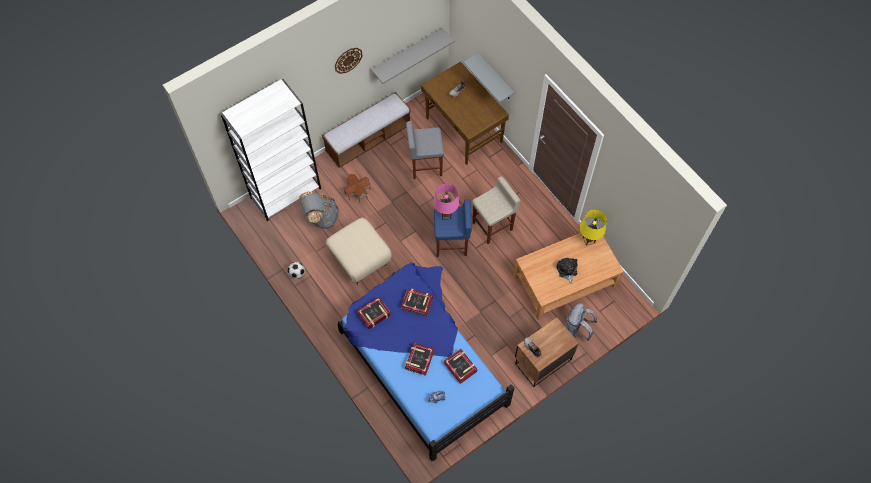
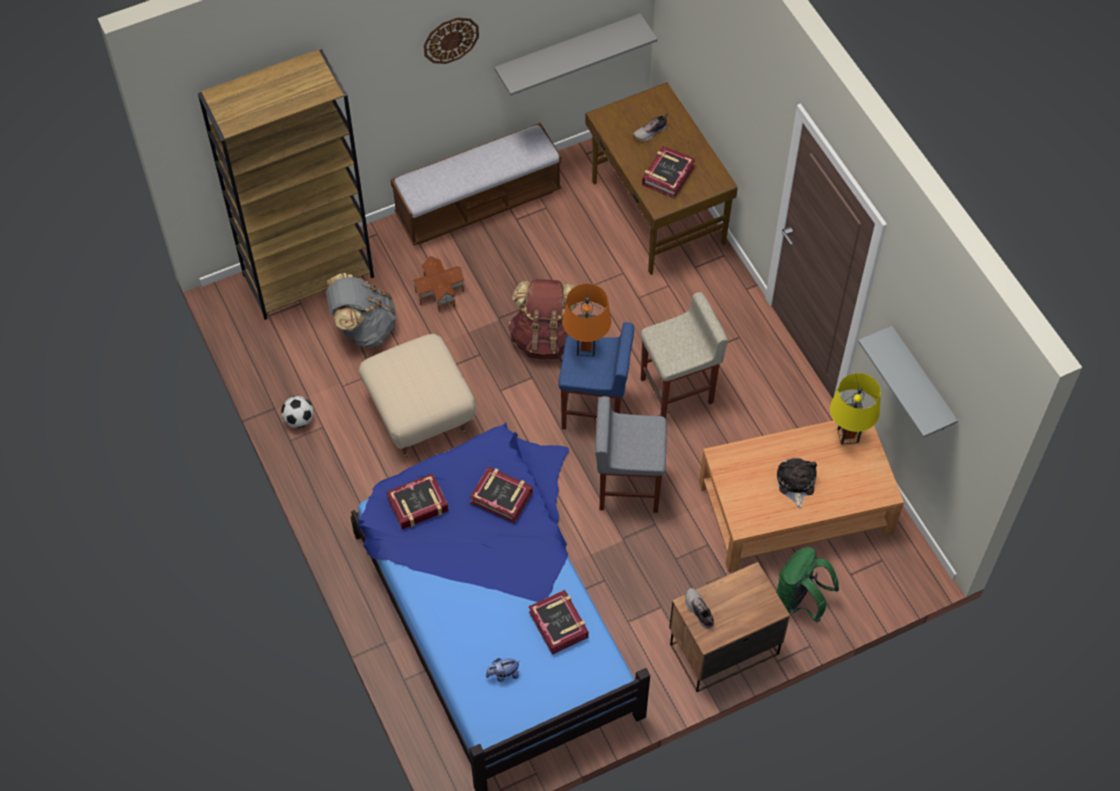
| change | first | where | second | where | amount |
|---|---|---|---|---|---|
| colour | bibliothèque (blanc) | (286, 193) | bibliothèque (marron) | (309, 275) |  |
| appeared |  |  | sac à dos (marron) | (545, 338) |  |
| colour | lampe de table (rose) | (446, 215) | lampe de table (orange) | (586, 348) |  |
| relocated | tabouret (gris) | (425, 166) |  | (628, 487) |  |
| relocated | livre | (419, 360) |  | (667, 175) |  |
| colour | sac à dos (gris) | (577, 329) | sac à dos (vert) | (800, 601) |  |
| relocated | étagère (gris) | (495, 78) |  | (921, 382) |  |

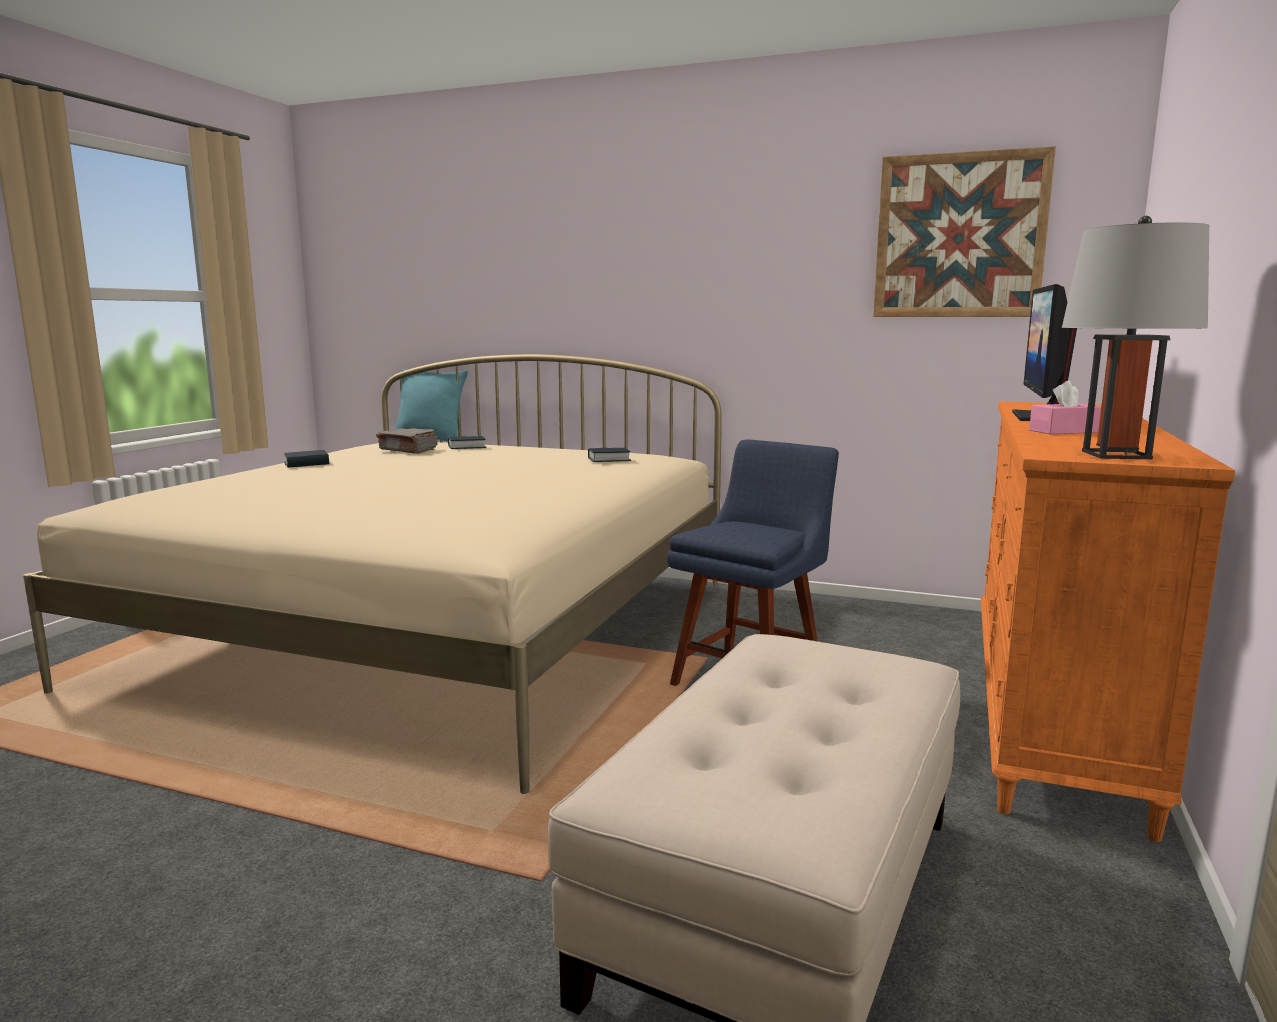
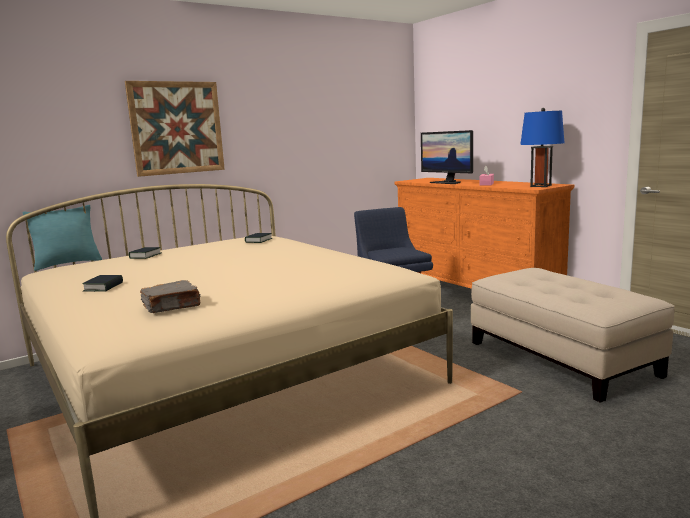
| change | first | where | second | where | amount |
|---|---|---|---|---|---|
| relocated | tableau | (959, 236) |  | (177, 128) |  |
| relocated | livre (gris) | (408, 450) |  | (172, 307) |  |
| colour | lampe de table (gris) | (1116, 455) | lampe de table (bleu) | (540, 186) |  |

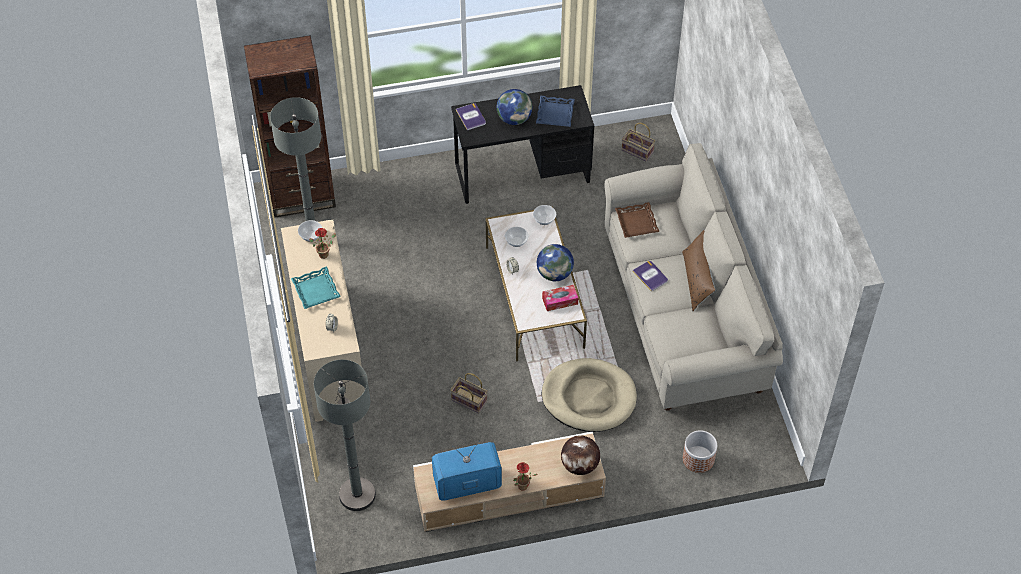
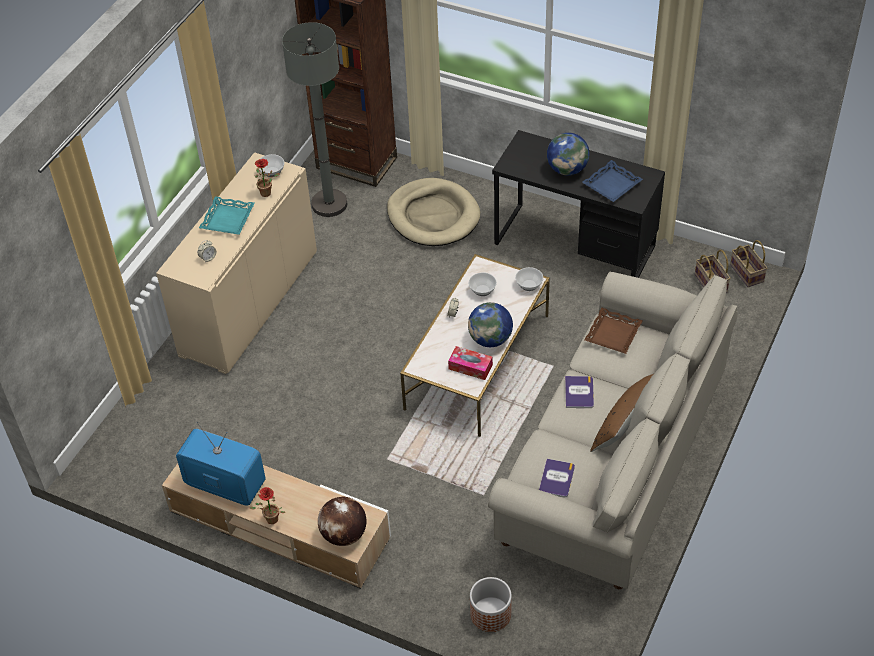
| change | first | where | second | where | amount |
|---|---|---|---|---|---|
| relocated | panier pour chien (beige) | (589, 397) |  | (433, 216) |  |
| relocated | livre | (471, 117) |  | (556, 478) |  |
| relocated | panier | (468, 400) |  | (745, 273) |  |
| missing | lampadaire (gris) | (357, 495) |  |  |  |

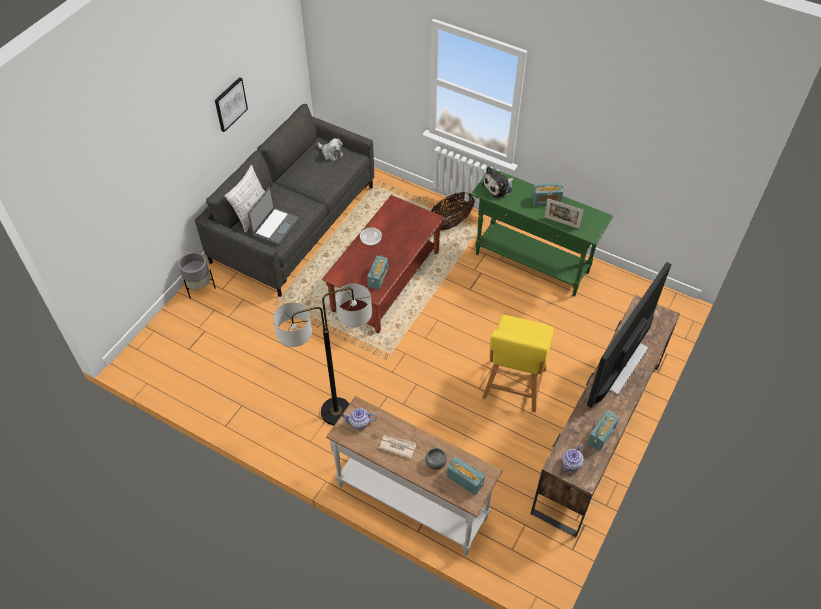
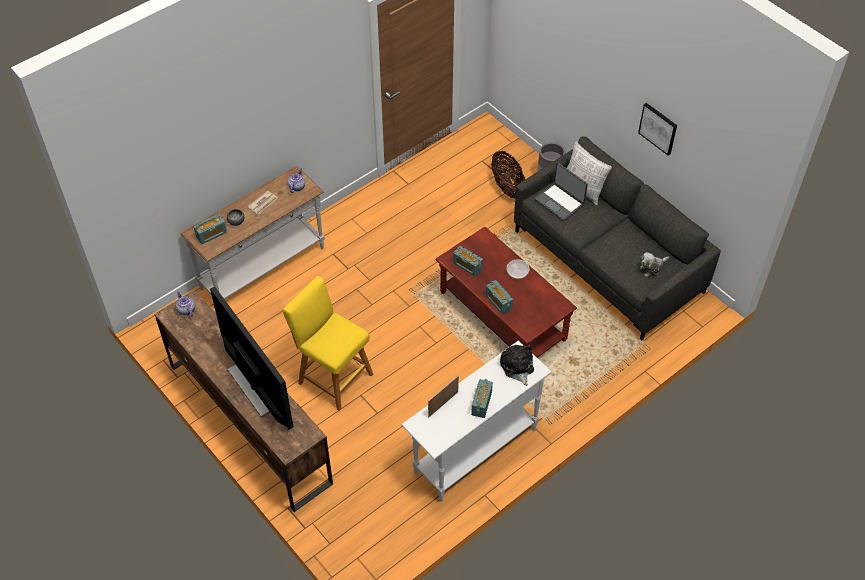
| change | first | where | second | where | amount |
|---|---|---|---|---|---|
| colour | table console (vert) | (532, 264) | table console (blanc) | (474, 451) |  |
| relocated | radio | (601, 435) |  | (498, 302) |  |
| relocated | panier | (450, 223) |  | (507, 186) |  |
| missing | lampadaire | (336, 412) |  |  |  |

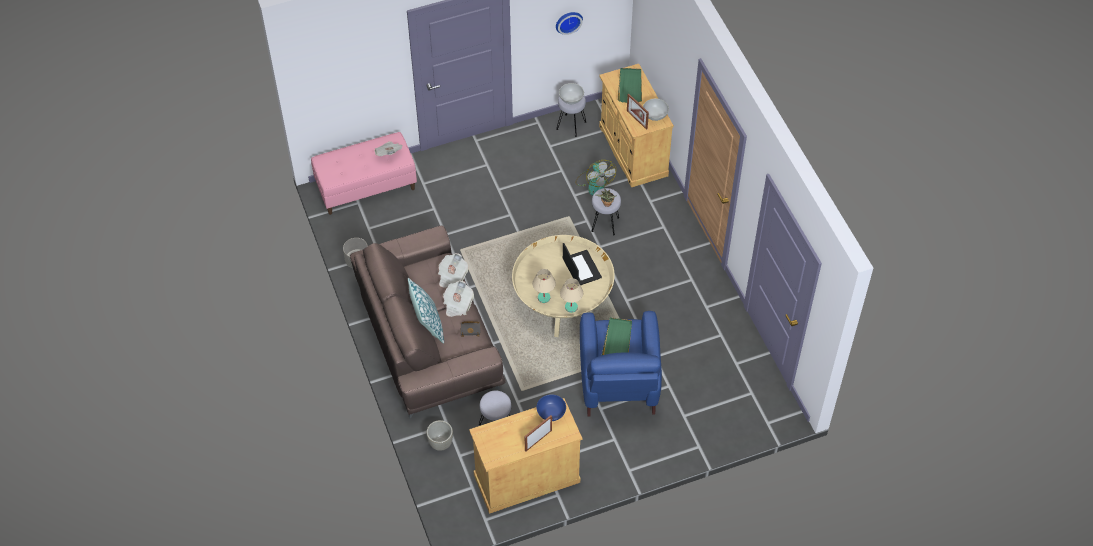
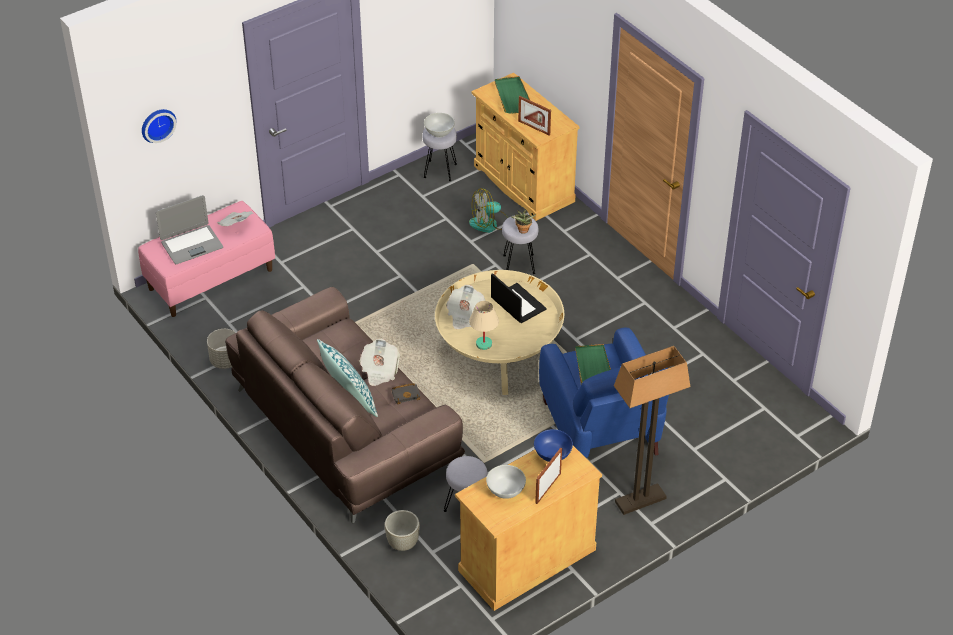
| change | first | where | second | where | amount |
|---|---|---|---|---|---|
| relocated | horloge murale | (568, 21) |  | (157, 124) |  |
| appeared |  |  | ordinateur portable | (191, 245) |  |
| relocated | journal | (452, 276) |  | (465, 316) |  |
| spun | ventilateur | (594, 182) |  | (490, 223) | 105 degrees clockwise |
| relocated | bol (blanc) | (655, 116) |  | (506, 491) |  |
| appeared |  |  | lampadaire | (640, 500) |  |
| missing | lampe de table (beige) | (571, 307) |  |  |  |

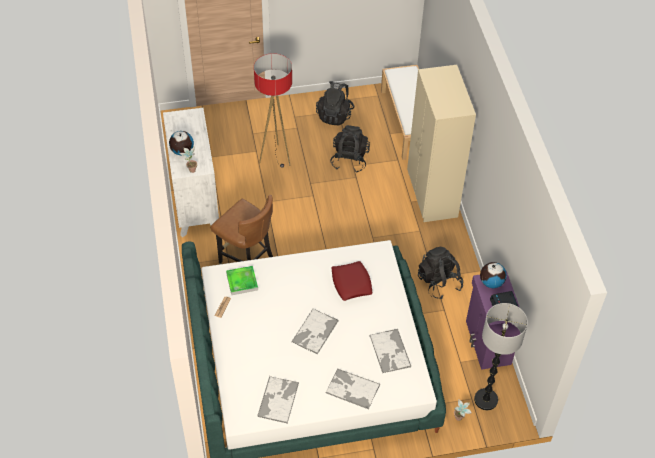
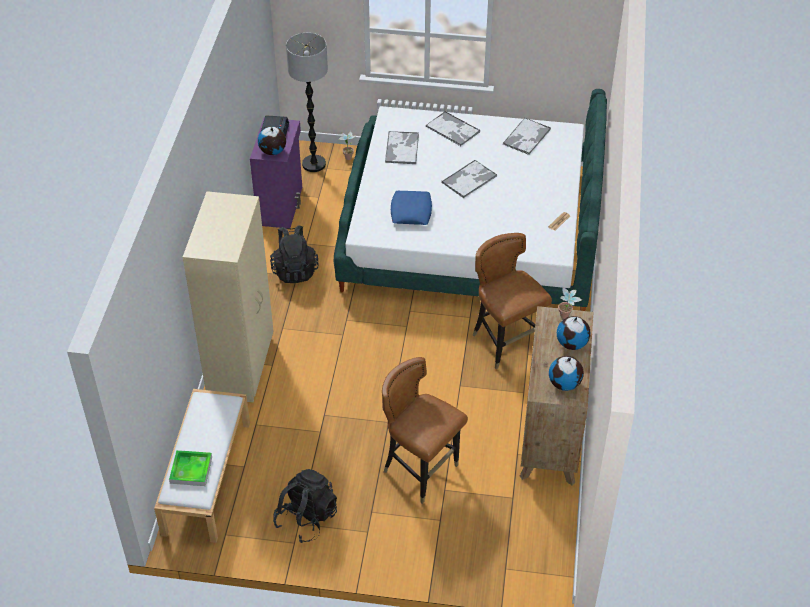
| change | first | where | second | where | amount |
|---|---|---|---|---|---|
| relocated | plateau | (242, 282) |  | (191, 470) |  |
| exchanged | lampadaire | (275, 158) | chaise (marron) | (421, 471) |  |
| colour | coussin (rouge) | (351, 283) | coussin (bleu) | (411, 212) |  |
| colour | commode (blanc) | (195, 202) | commode (marron) | (551, 435) |  |
| appeared |  |  | globe | (565, 384) |  |
| missing | sac à dos (noir) | (349, 159) |  |  |  |

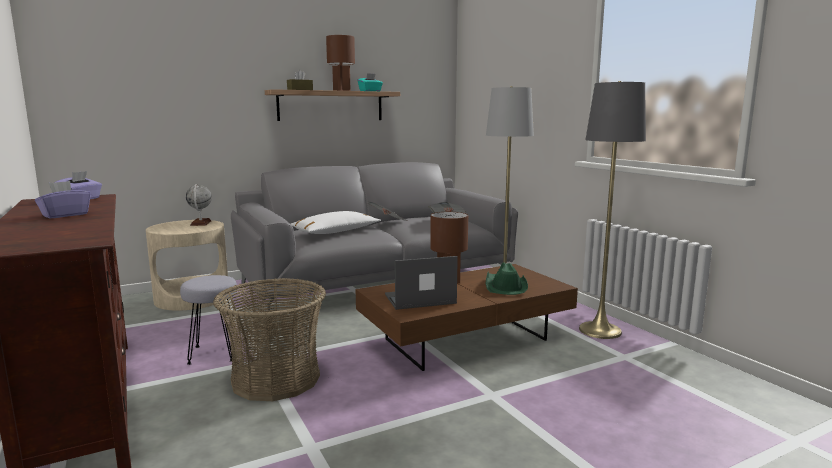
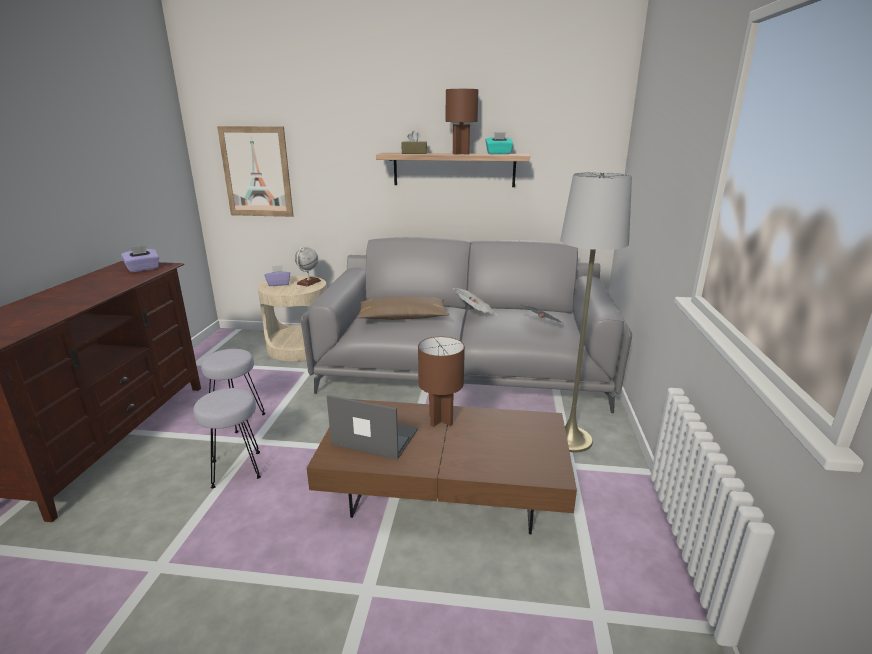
| change | first | where | second | where | amount |
|---|---|---|---|---|---|
| exchanged | panier | (275, 379) | tabouret (gris) | (236, 468) |  |
| appeared |  |  | tableau | (256, 172) |  |
| relocated | boîte à mouchoirs (violet) | (65, 215) |  | (279, 284) |  |
| colour | coussin (blanc) | (335, 232) | coussin (marron) | (402, 318) |  |
| missing | chapeau (vert) | (505, 286) |  |  |  |
| missing | lampadaire (gris) | (600, 330) |  |  |  |

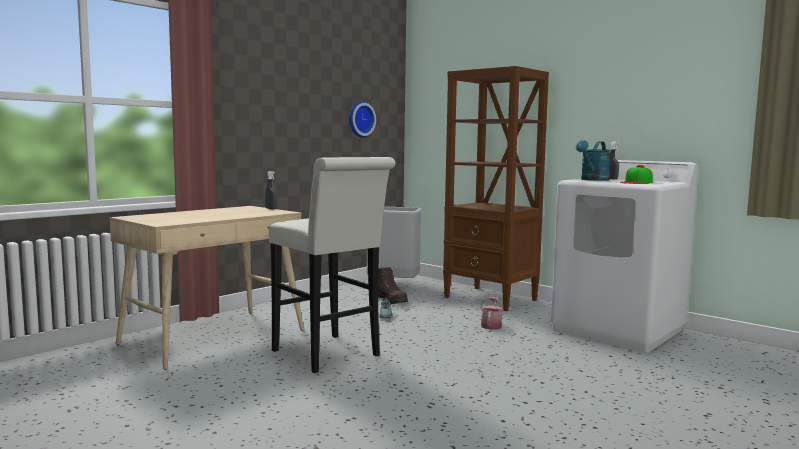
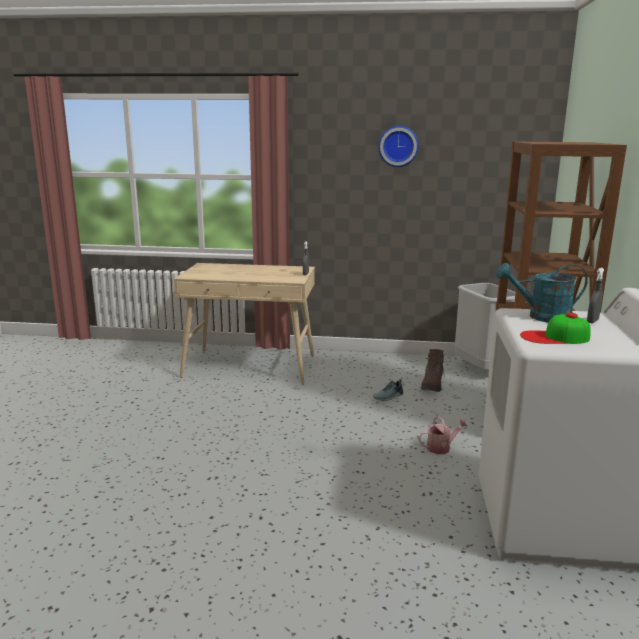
| change | first | where | second | where | amount |
|---|---|---|---|---|---|
| relocated | horloge murale | (360, 119) |  | (398, 146) |  |
| missing | tabouret (blanc) | (330, 355) |  |  |  |

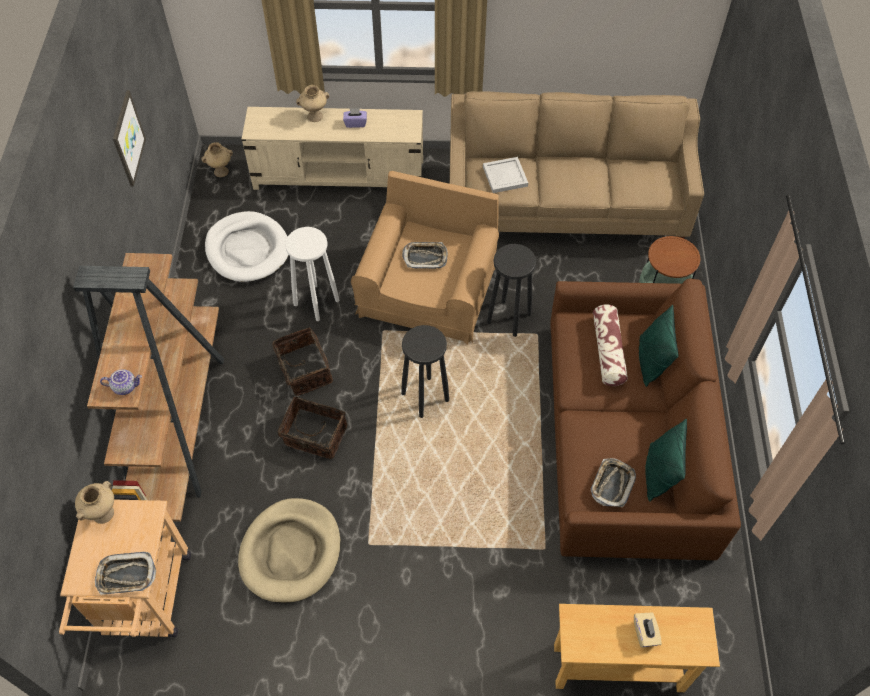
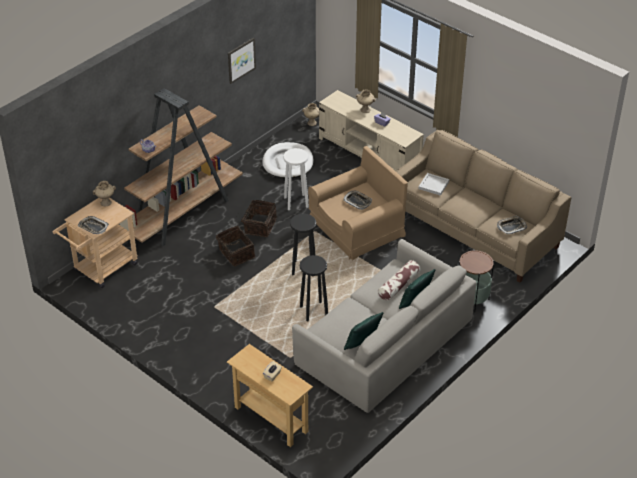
| change | first | where | second | where | amount |
|---|---|---|---|---|---|
| colour | canapé (marron) | (627, 437) | canapé (gris) | (384, 342) |  |
| relocated | tabouret (noir) | (508, 318) |  | (313, 311) |  |
| relocated | plateau | (612, 484) |  | (511, 227) |  |
| missing | panier pour chien (beige) | (291, 552) |  |  |  |

